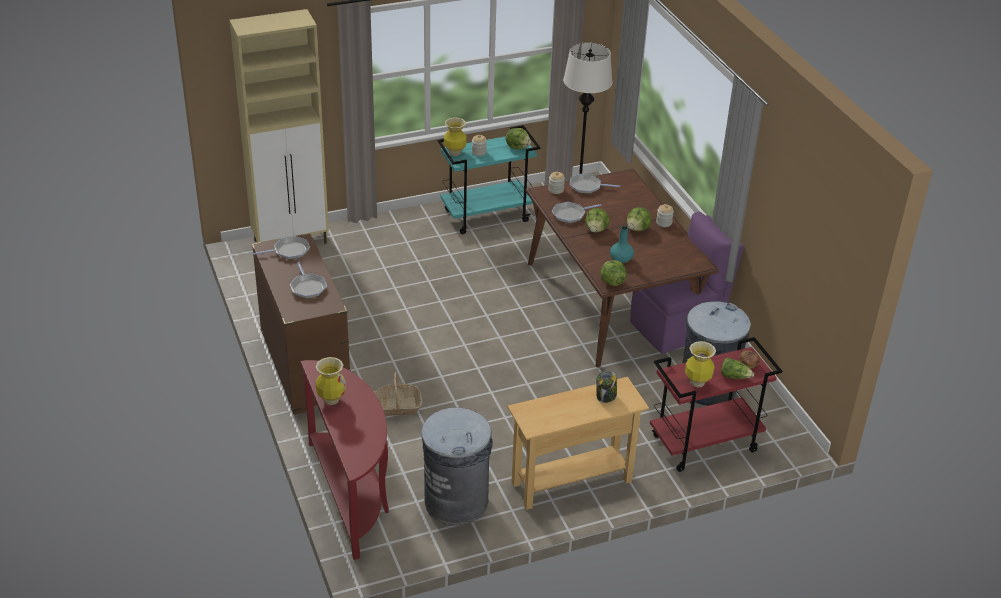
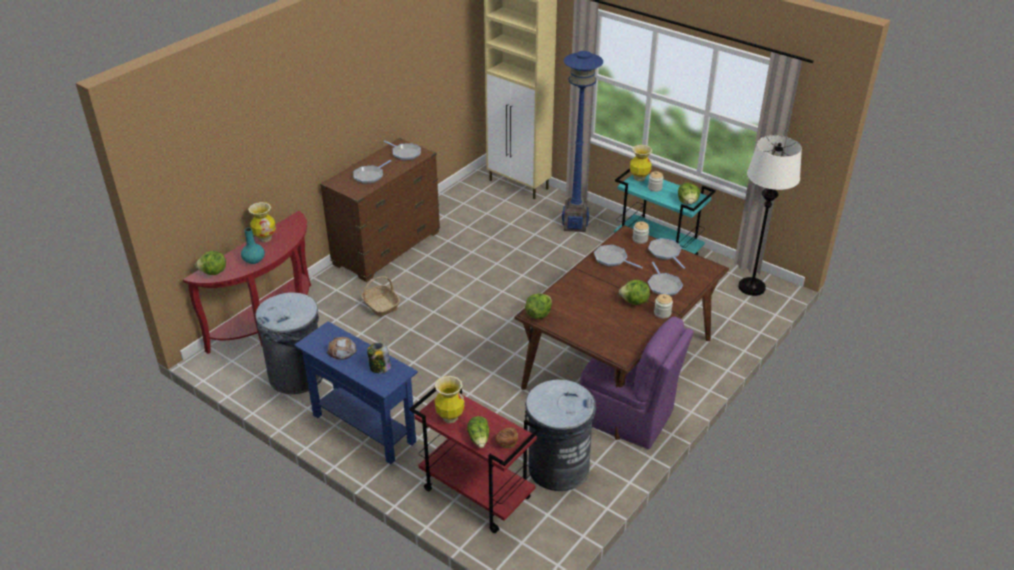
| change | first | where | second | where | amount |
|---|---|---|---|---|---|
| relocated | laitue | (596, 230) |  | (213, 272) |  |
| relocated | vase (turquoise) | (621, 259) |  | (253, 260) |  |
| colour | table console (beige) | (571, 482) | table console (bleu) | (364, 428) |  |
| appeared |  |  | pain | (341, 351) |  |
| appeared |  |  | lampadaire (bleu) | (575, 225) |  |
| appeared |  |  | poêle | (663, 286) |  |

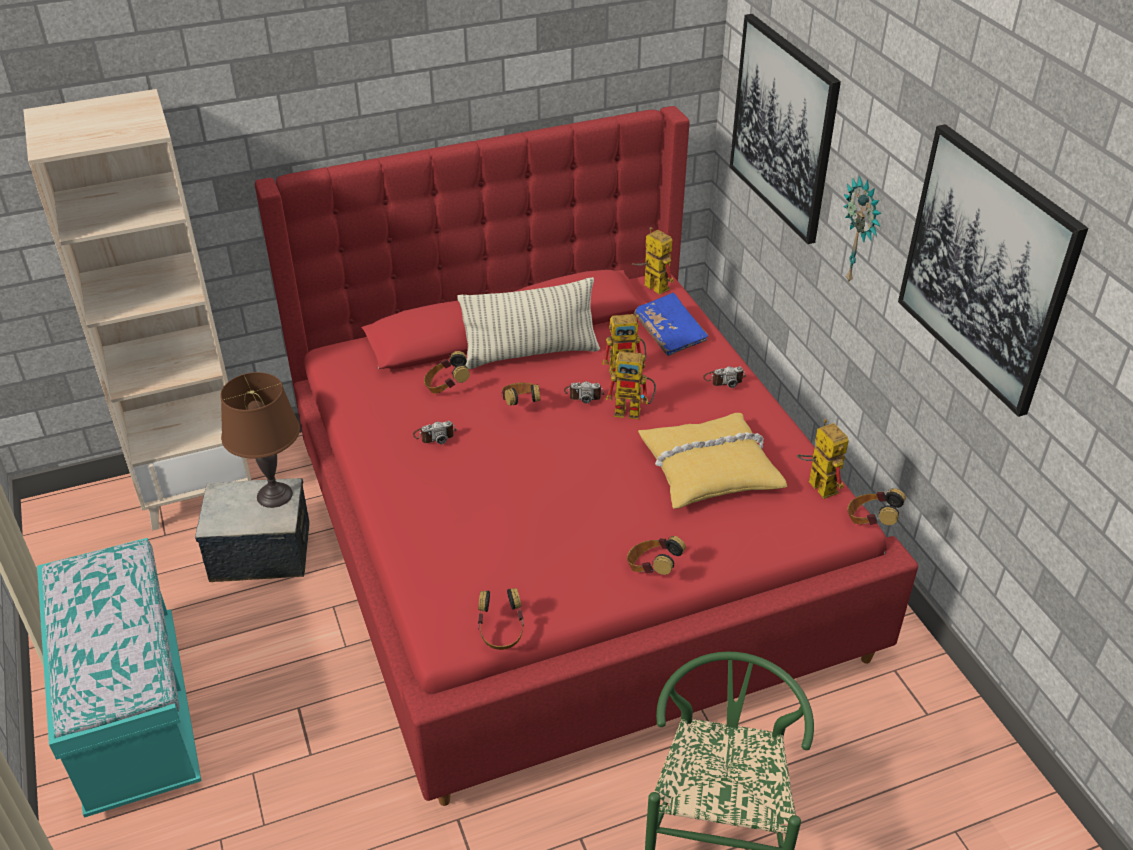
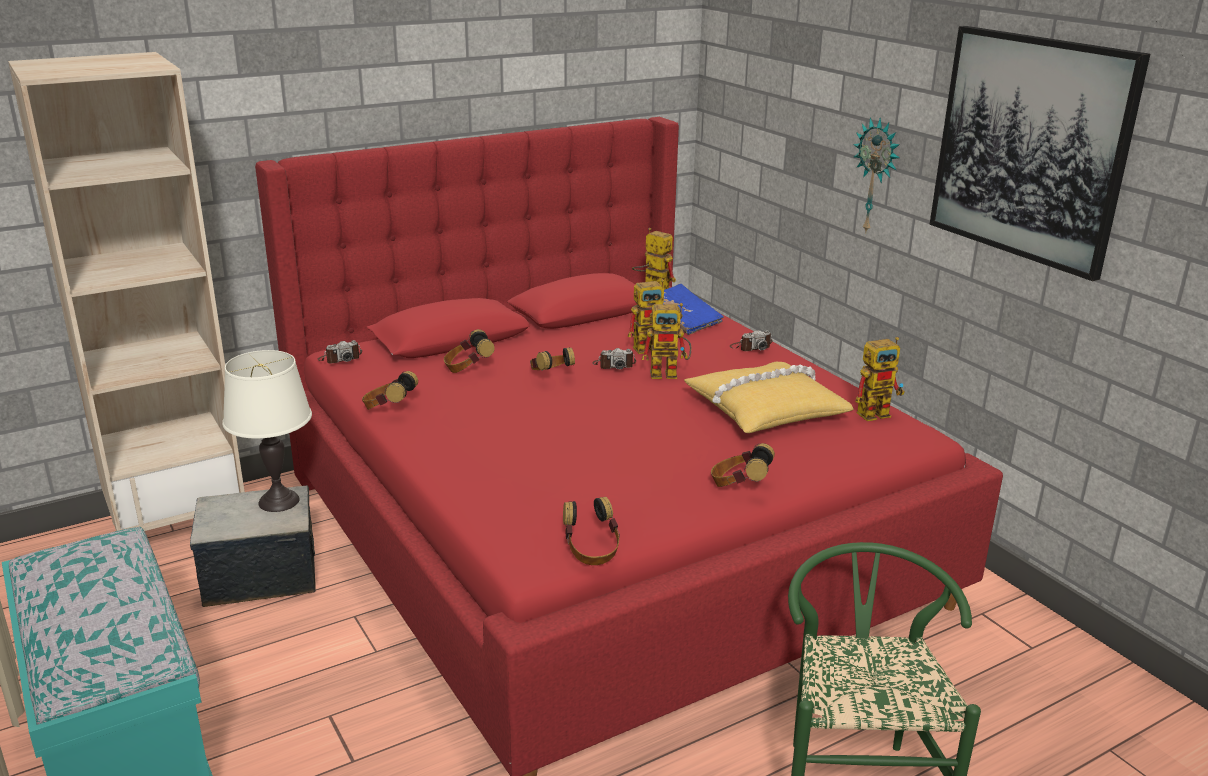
| change | first | where | second | where | amount |
|---|---|---|---|---|---|
| colour | lampe de table (marron) | (274, 495) | lampe de table (blanc) | (279, 501) |  |
| relocated | appareil photo | (435, 435) |  | (340, 359) |  |
| relocated | casque audio | (871, 521) |  | (389, 409) |  |
| spun | robot jouet | (816, 484) |  | (878, 412) | 105 degrees clockwise |
| missing | coussin | (530, 353) |  |  |  |
| missing | tableau | (783, 127) |  |  |  |

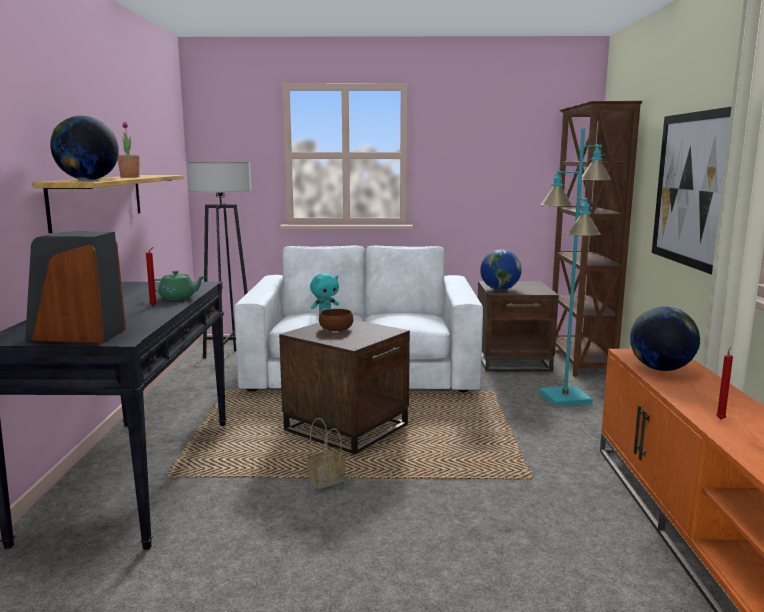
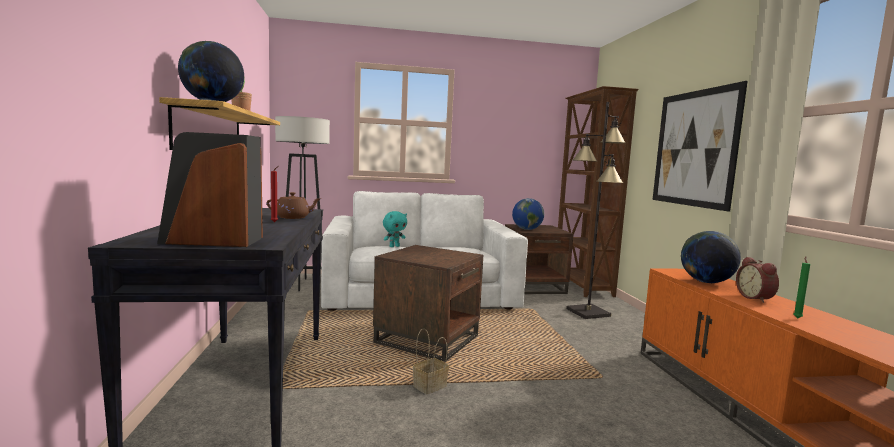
| change | first | where | second | where | amount |
|---|---|---|---|---|---|
| colour | théière (vert) | (178, 297) | théière (marron) | (293, 217) |  |
| colour | lampadaire (turquoise) | (565, 397) | lampadaire (noir) | (589, 312) |  |
| appeared |  |  | réveil | (756, 298) |  |
| colour | bougie (rouge) | (721, 419) | bougie (vert) | (797, 318) |  |
| missing | bol (marron) | (336, 329) |  |  |  |

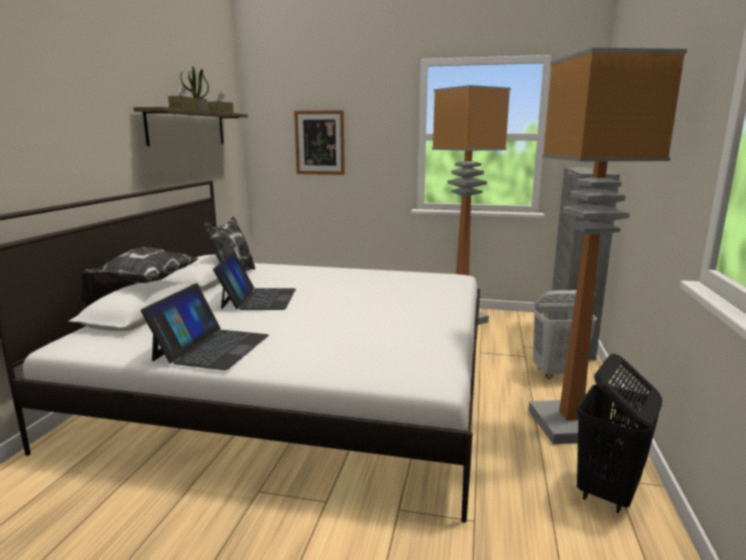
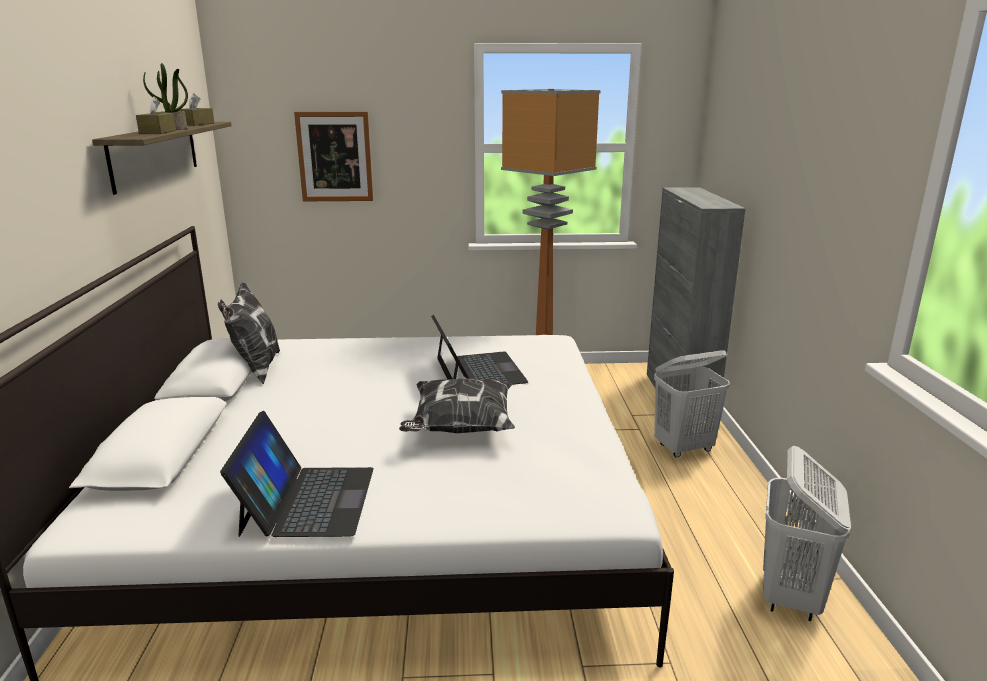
| change | first | where | second | where | amount |
|---|---|---|---|---|---|
| relocated | coussin | (145, 283) |  | (460, 428) |  |
| relocated | ordinateur portable | (258, 298) |  | (478, 370) |  |
| colour | panier à linge (noir) | (607, 492) | panier à linge (blanc) | (790, 597) |  |
| missing | lampadaire | (571, 425) |  |  |  |

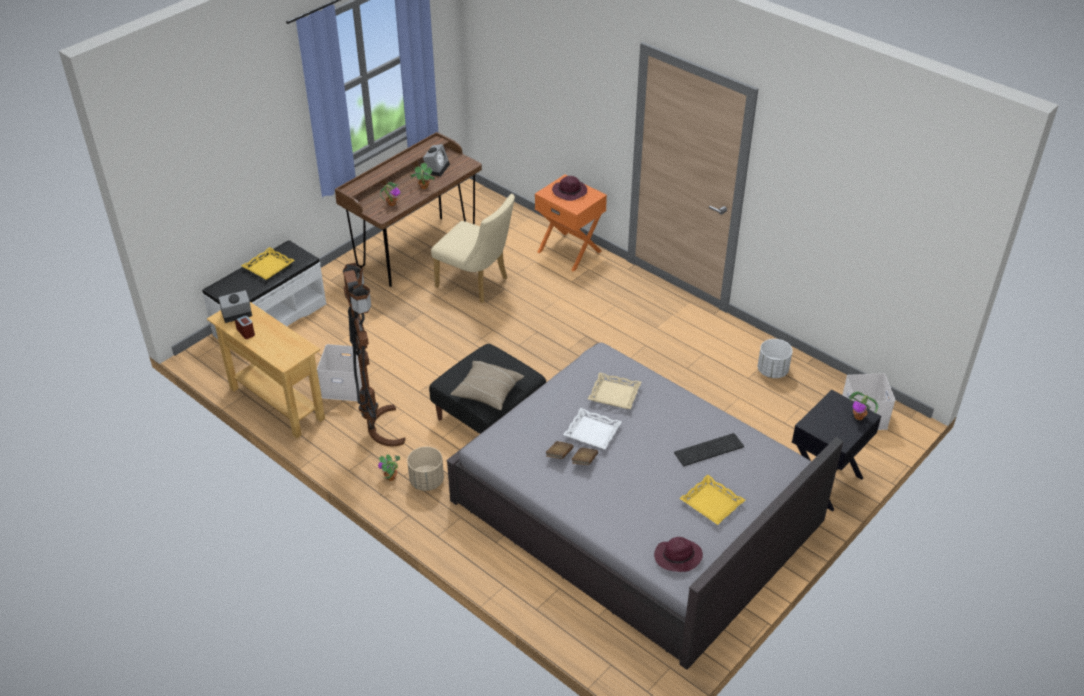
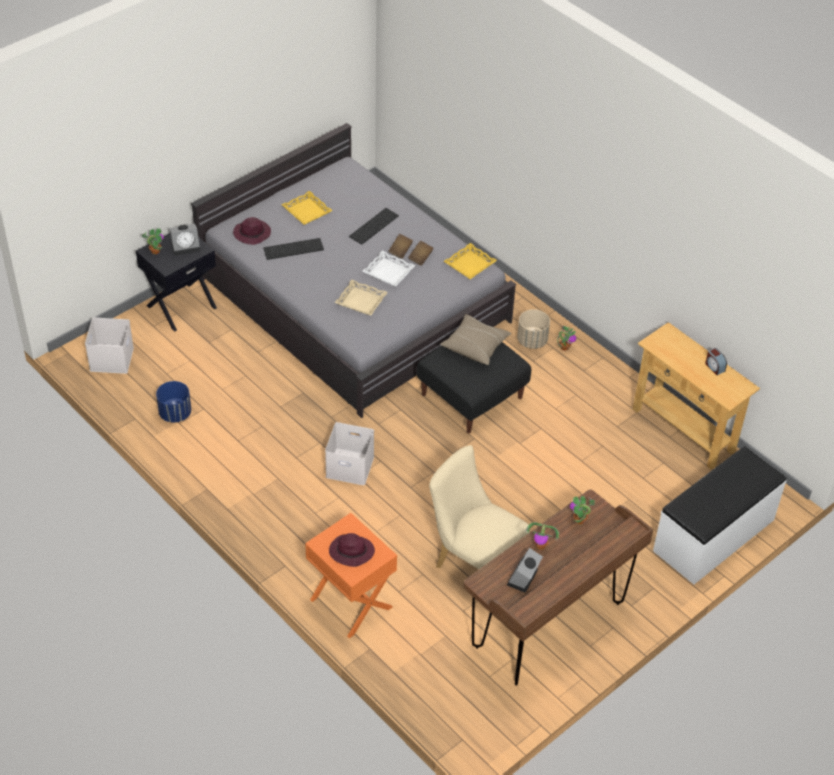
| change | first | where | second | where | amount |
|---|---|---|---|---|---|
| colour | cache-pot (blanc) | (772, 371) | cache-pot (bleu) | (175, 413) |  |
| relocated | réveil | (236, 315) |  | (186, 247) |  |
| relocated | chapeau (violet) | (677, 557) |  | (252, 233) |  |
| relocated | boîte de rangement (blanc) | (345, 386) |  | (348, 467) |  |
| appeared |  |  | clavier | (373, 225) |  |
| relocated | plateau (jaune) | (268, 266) |  | (470, 265) |  |
| missing | lampadaire (marron) | (375, 430) |  |  |  |

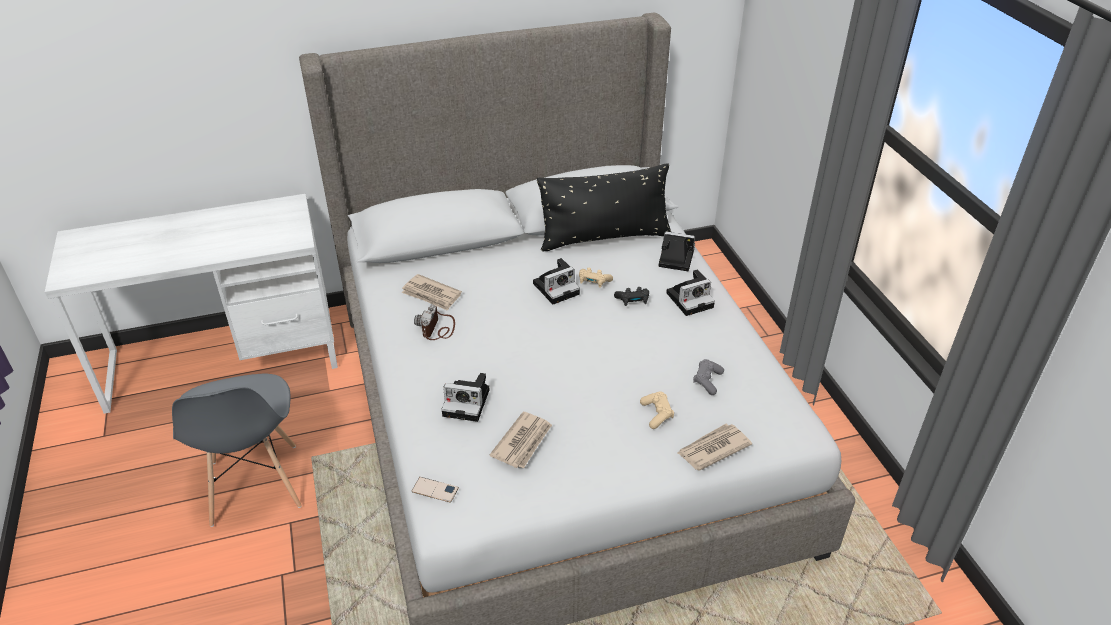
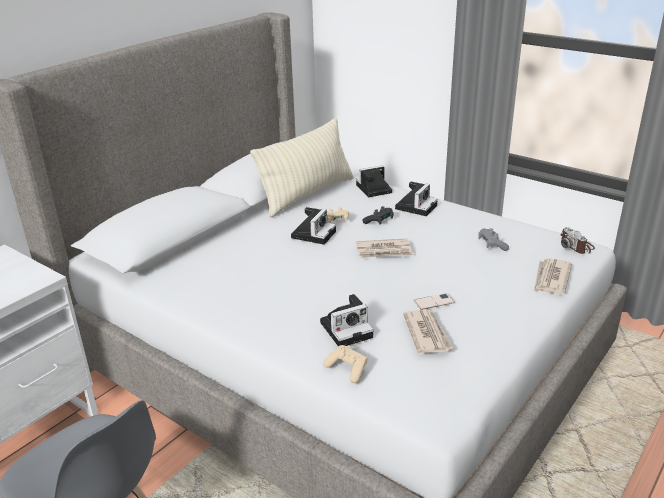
| change | first | where | second | where | amount |
|---|---|---|---|---|---|
| colour | coussin (noir) | (604, 238) | coussin (beige) | (307, 194) |  |
| relocated | manette (beige) | (657, 414) |  | (347, 369) |  |
| relocated | journal | (431, 294) |  | (384, 251) |  |
| relocated | téléphone | (435, 490) |  | (434, 302) |  |
| relocated | appareil photo | (437, 328) |  | (576, 246) |  |

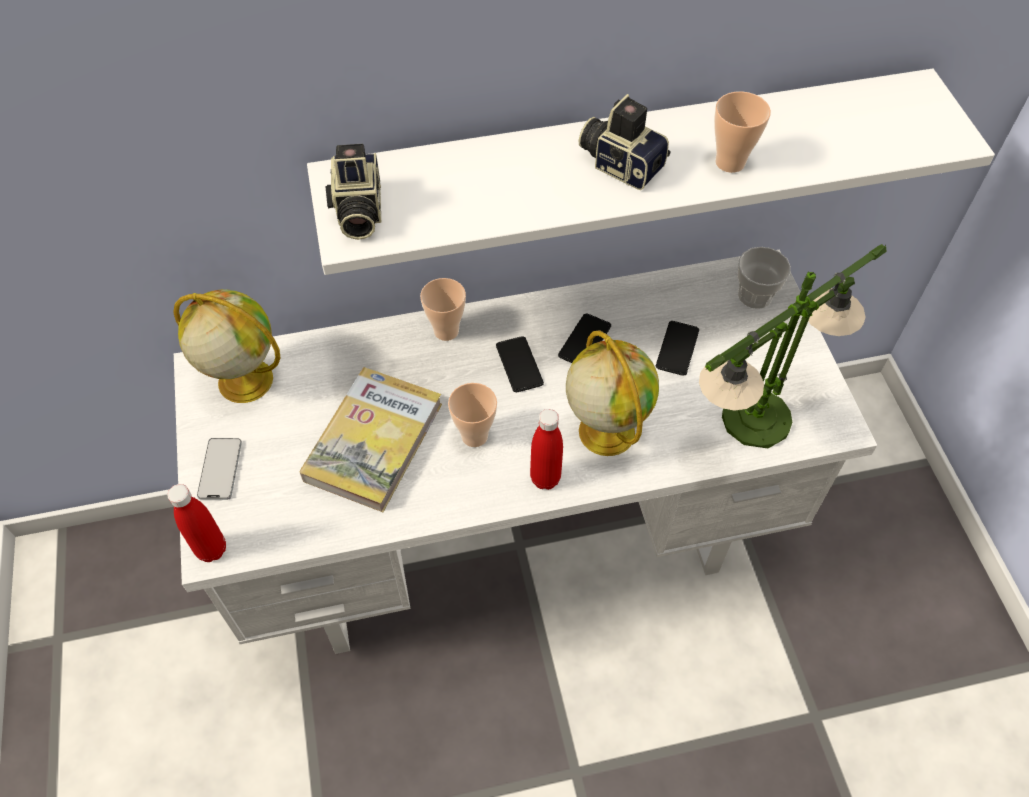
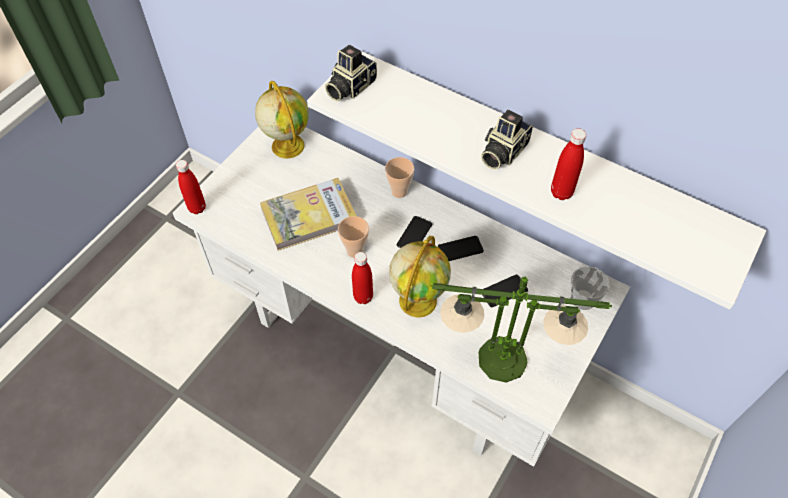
| change | first | where | second | where | amount |
|---|---|---|---|---|---|
| spun | appareil photo | (621, 163) |  | (502, 152) | 135 degrees counterclockwise |
| exchanged | tasse | (730, 162) | bouteille (rouge) | (561, 192) |  |
| missing | téléphone | (220, 469) |  |  |  |

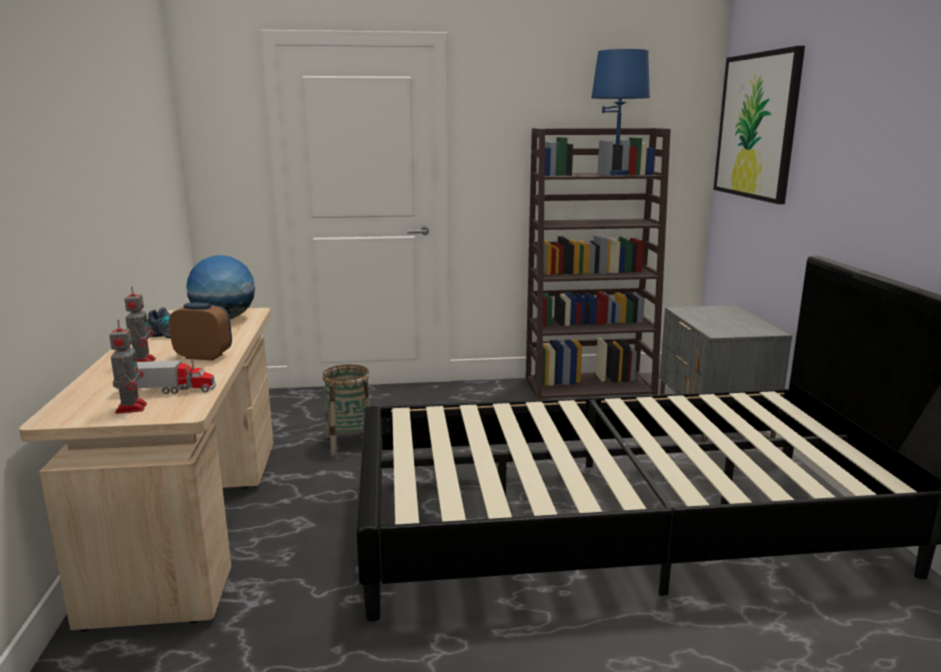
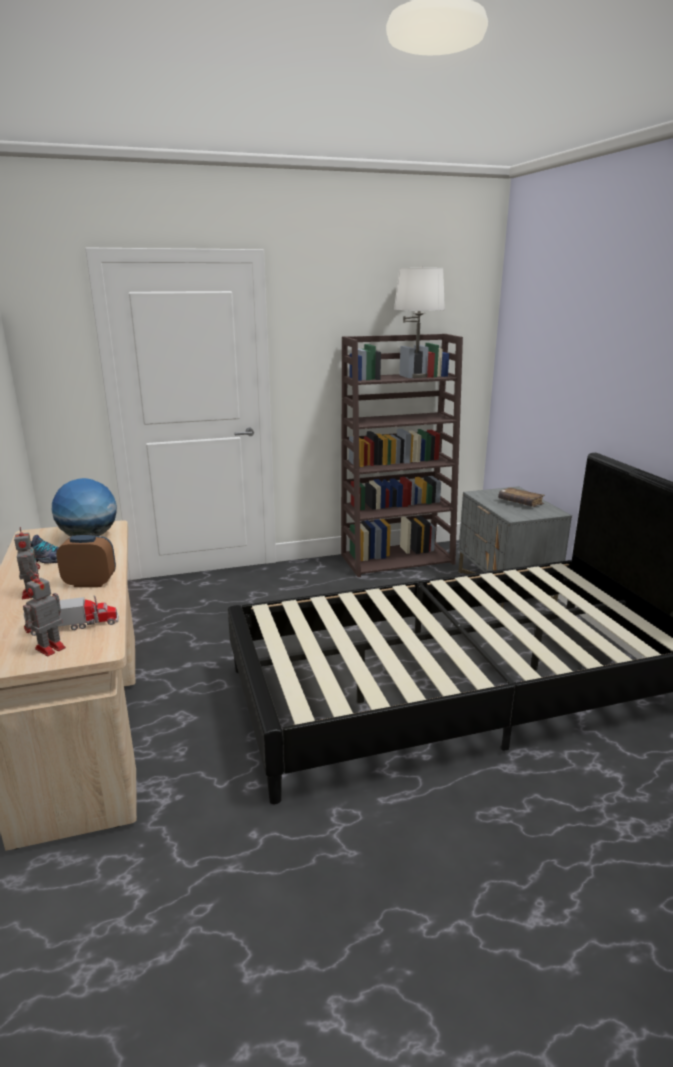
| change | first | where | second | where | amount |
|---|---|---|---|---|---|
| spun | robot jouet | (131, 407) |  | (49, 649) | 120 degrees counterclockwise |
| colour | lampe de table (bleu) | (616, 174) | lampe de table (blanc) | (416, 376) |  |
| appeared |  |  | livre (marron) | (520, 503) |  |
| missing | panier | (349, 441) |  |  |  |
| missing | tableau | (757, 126) |  |  |  |

